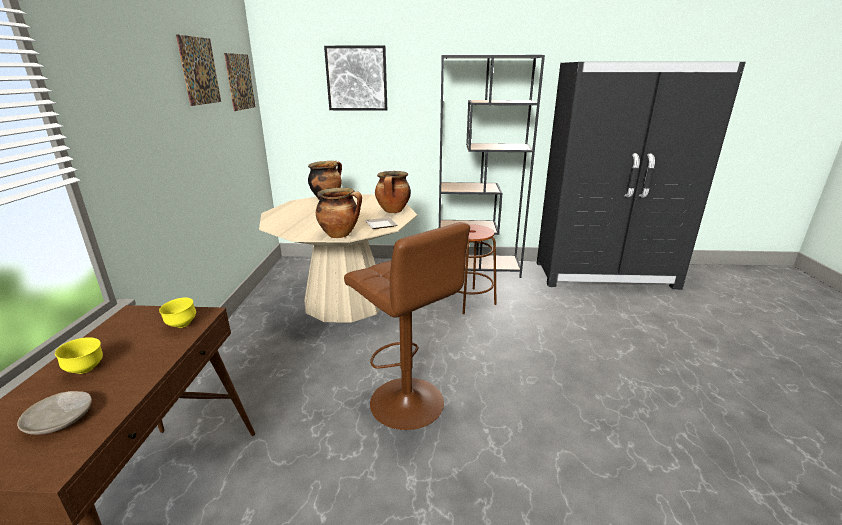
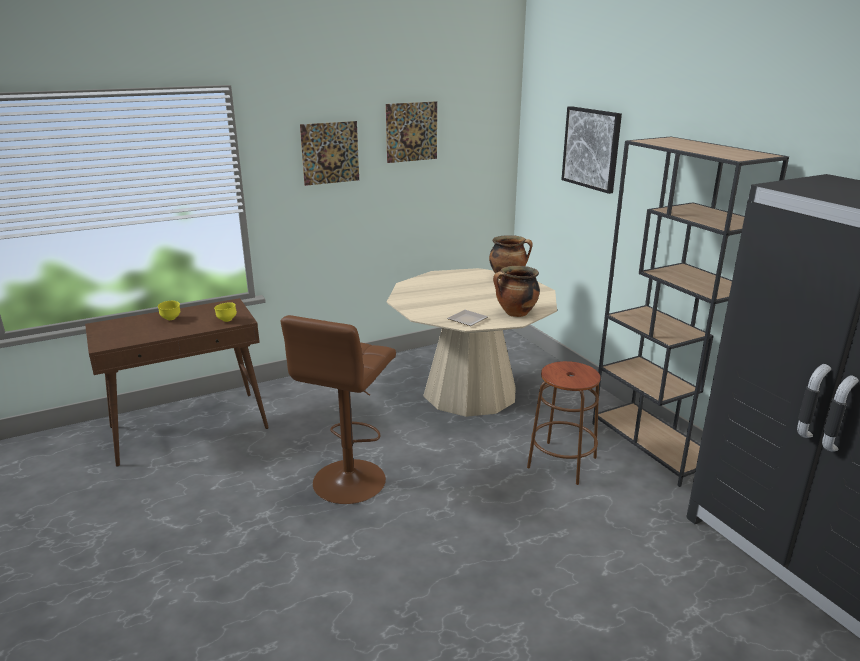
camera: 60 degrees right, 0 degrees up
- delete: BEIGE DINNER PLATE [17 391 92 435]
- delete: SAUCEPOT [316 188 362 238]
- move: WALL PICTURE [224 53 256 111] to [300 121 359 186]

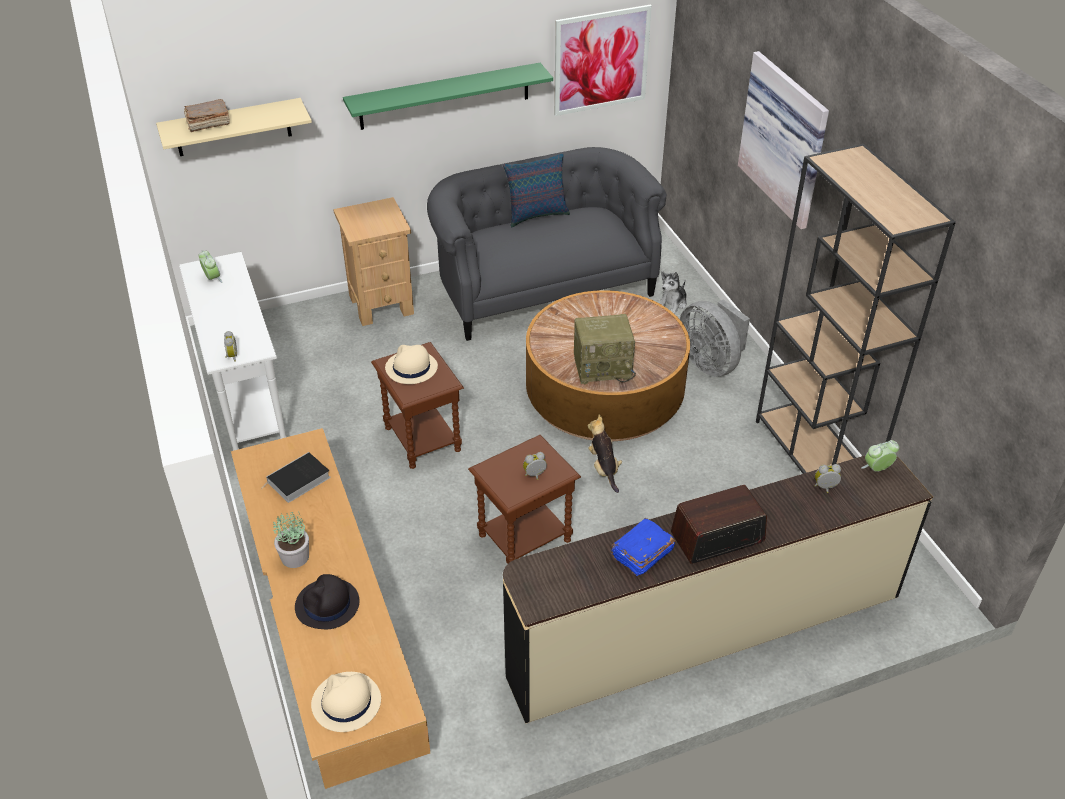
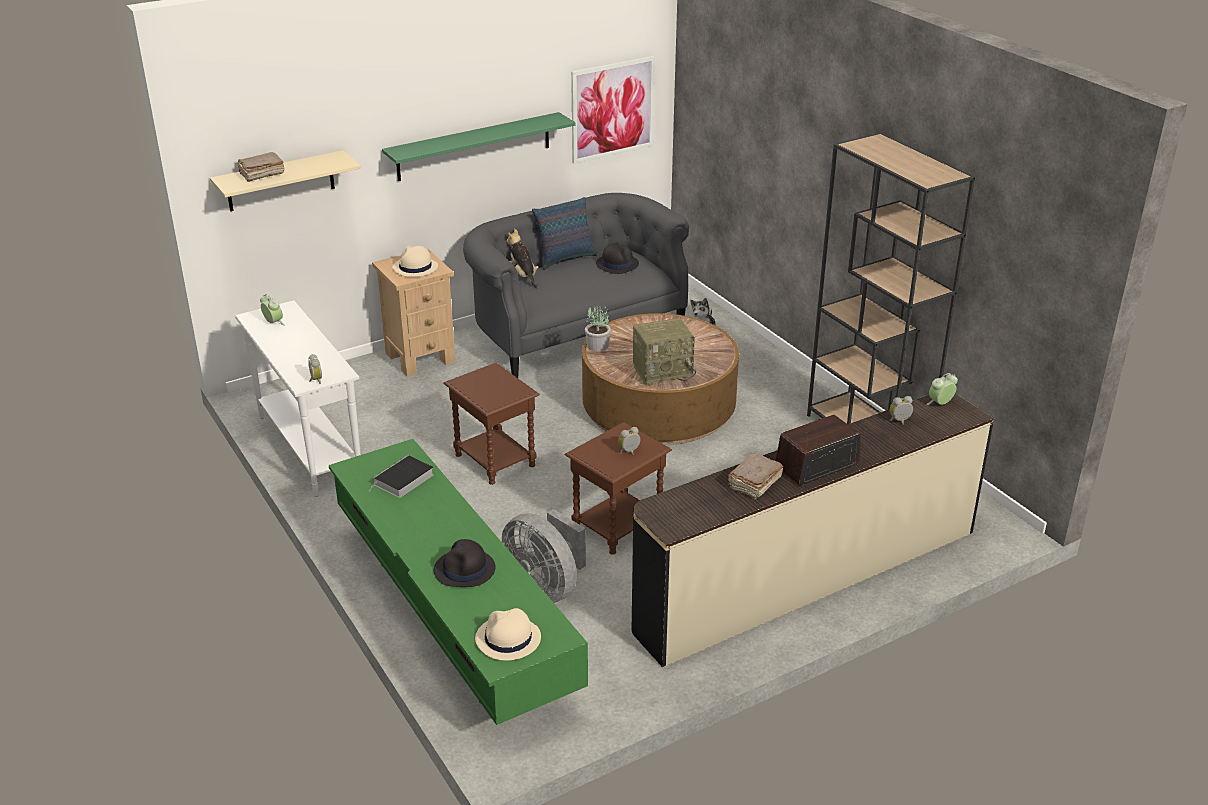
camera: 10 degrees left, 10 degrees down
- delete: WALL PICTURE [738 51 829 229]
- insert: BLACKISH HAT [596 243 639 274]
- move: POTTED PLANT [273 512 309 568] to [585 304 611 351]
- move: BEIGE HAT [385 345 438 384] to [392 246 438 277]
- move: PLUSH TOY [588 415 622 493] to [507 229 539 288]
- move: GRAY FAN [680 299 750 377] to [502 509 586 603]
- recolor: BROWNISH TV UNIT [231 428 430 789] to GREEN-COLOURED TV UNIT [329 439 588 725]
- recolor: BLUE BOOK [611 518 675 576] to BROWNISH BOOK [727 453 783 499]

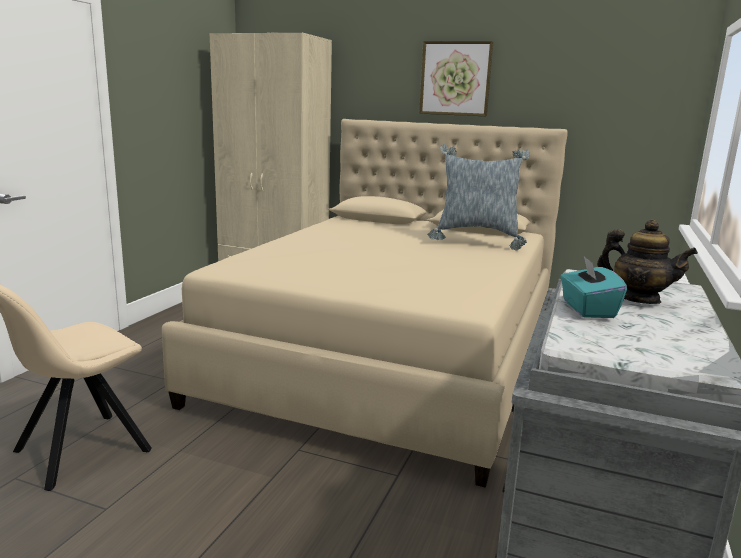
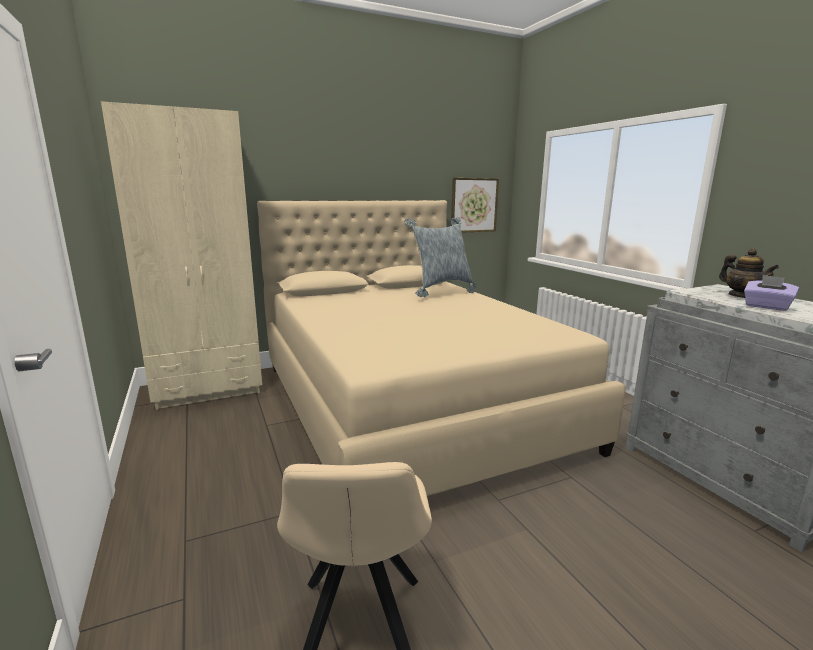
camera: 45 degrees left, 0 degrees up
- move: WALL PICTURE [419 41 493 116] to [451 178 499 233]
- recolor: BLUE-GREEN BOX OF TISSUES [560 256 627 318] to PURPLE BOX OF TISSUES [744 275 799 311]
- rotate: TEAPOT [597 219 698 304] = [719 248 779 298] 75 degrees clockwise

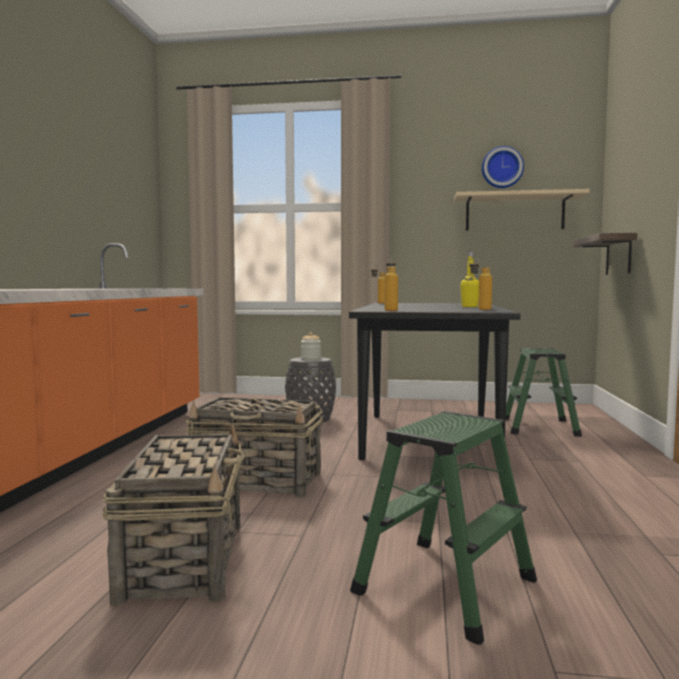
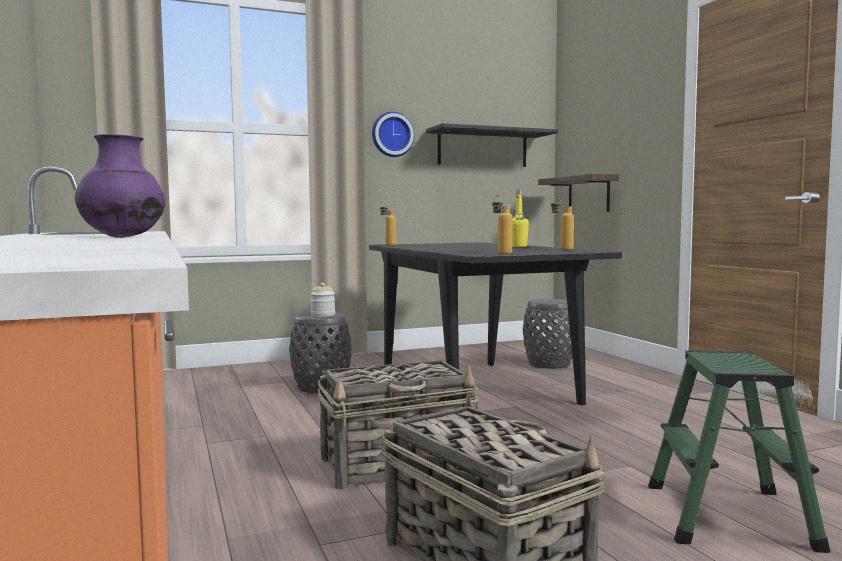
camera: 30 degrees left, 0 degrees up
- insert: PURPLE FLOWER VASE [75 134 166 238]
- move: CLOCK ON THE WALL [482 146 524 188] to [372 112 414 157]
- replace: GREEN-COLOURED STEP LADDER [506 348 582 437] to GRAY SITTING STOOL [523 299 572 369]
- recolor: BEIGE SHELF [454 189 590 231] to BLACKISH SHELF [426 123 558 167]

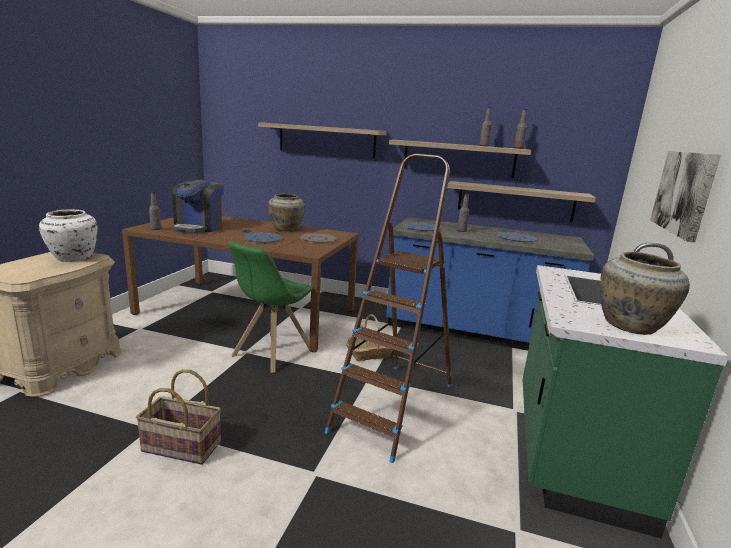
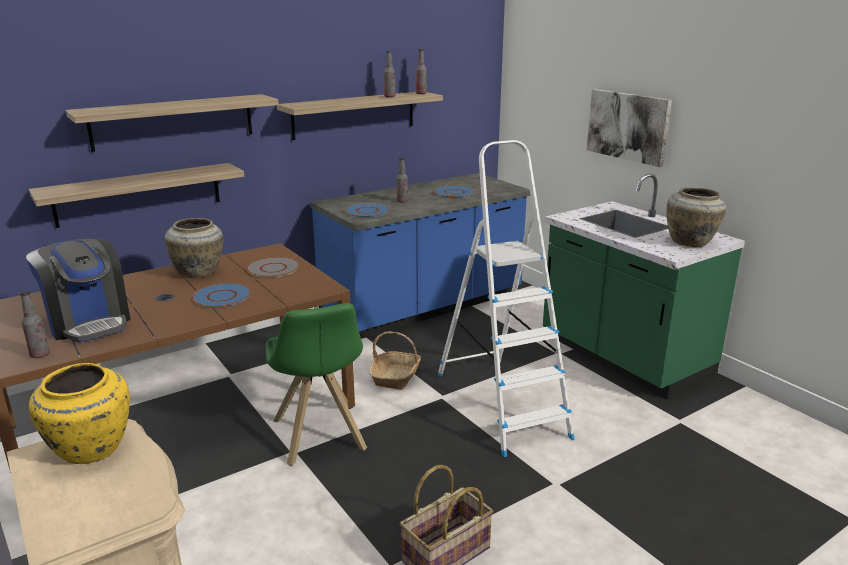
camera: 50 degrees left, 5 degrees up
- move: SHELF [447 181 596 222] to [29 163 244 228]
- recolor: WHITE FLOWER VASE [39 209 98 262] to YELLOWISH FLOWER VASE [29 363 130 464]
- recolor: BROWNISH STEP LADDER [325 154 452 463] to WHITE STEP LADDER [438 140 575 457]

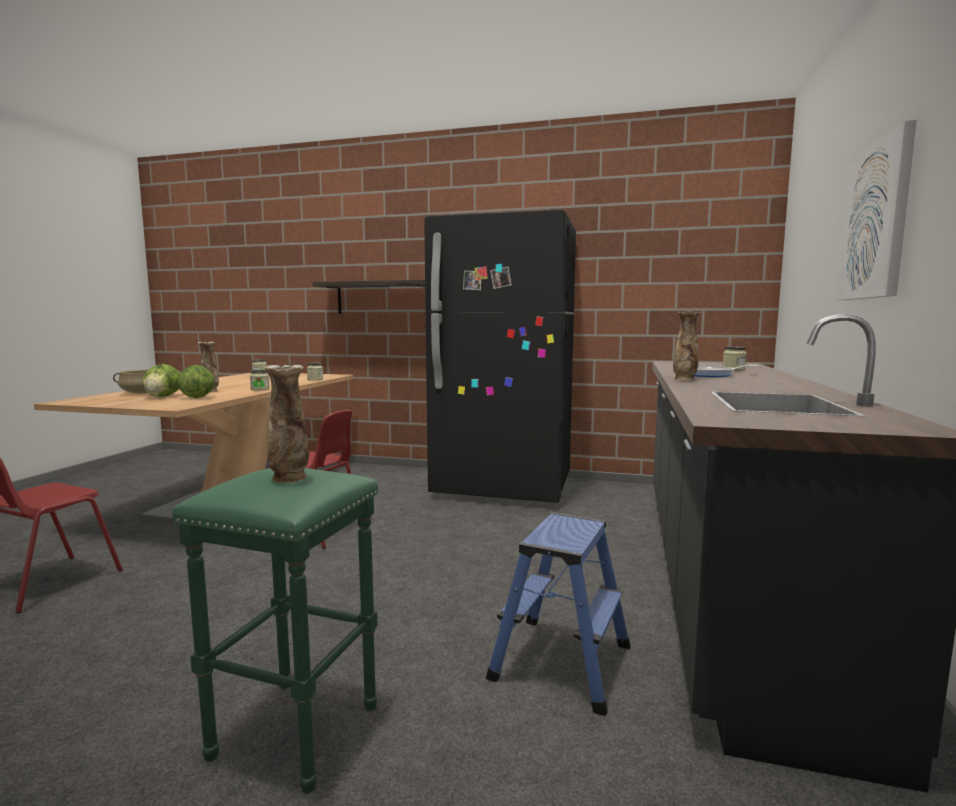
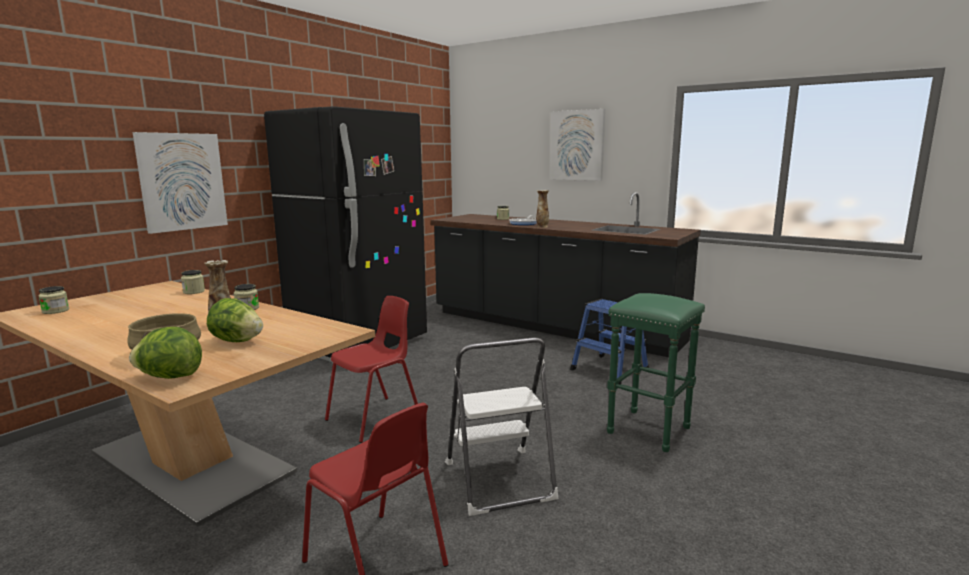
camera: 70 degrees left, 5 degrees up
- delete: FLOWER VASE [264 365 309 483]
- insert: WHITE STEP LADDER [445 338 558 516]
- move: LETTUCE HEAD [178 365 215 398] to [129 327 202 379]
- replace: SHELF [313 280 425 314] to WALL PICTURE [133 132 228 234]

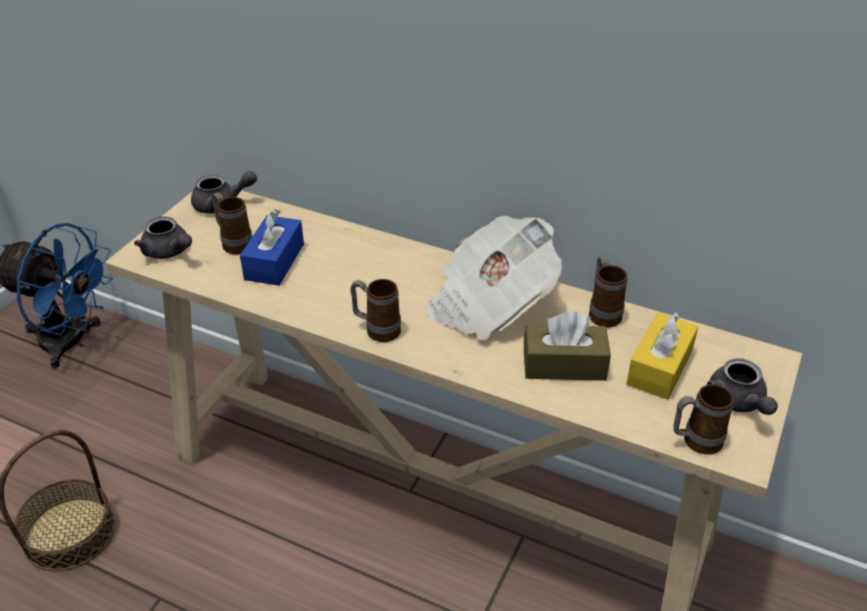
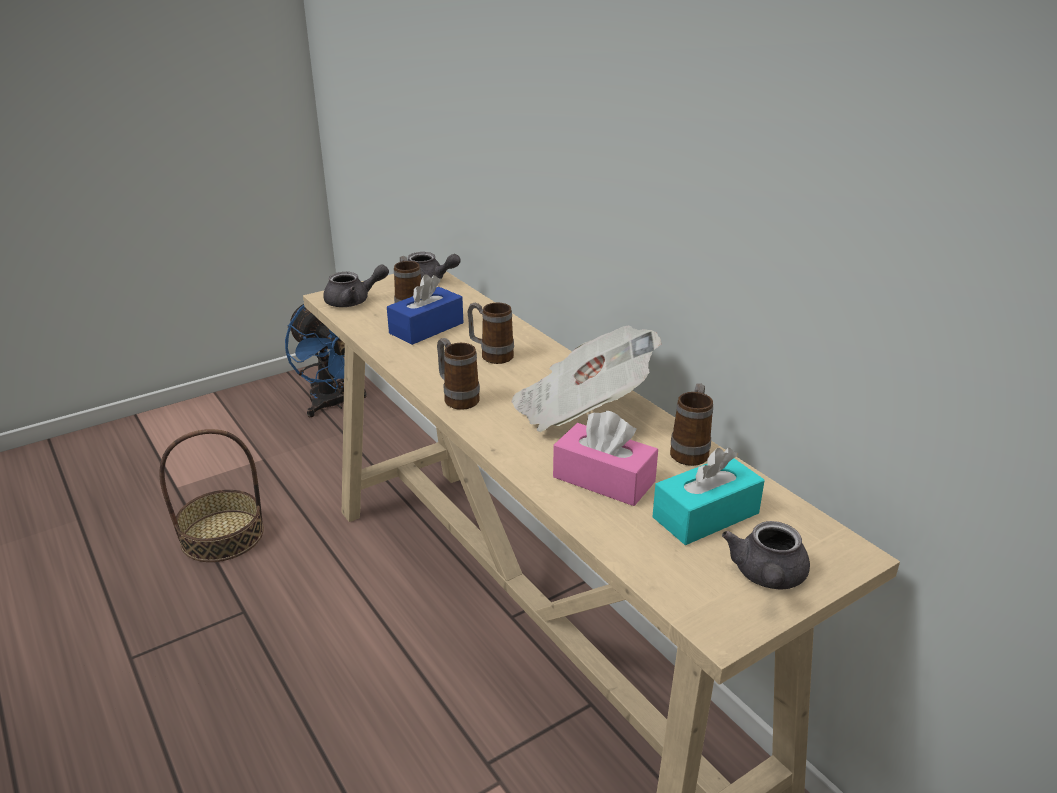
camera: 30 degrees right, 10 degrees down
- move: COFFEE MUG [673 384 734 454] to [467 303 514 364]
- recolor: BROWNISH BOX OF TISSUES [524 311 611 381] to PINKISH BOX OF TISSUES [553 411 658 506]
- recolor: YELLOWISH BOX OF TISSUES [626 312 699 400] to BLUE-GREEN BOX OF TISSUES [652 448 765 545]
- rotate: GRAY TEAPOT [134 216 192 259] = [323 264 389 307] 90 degrees counterclockwise

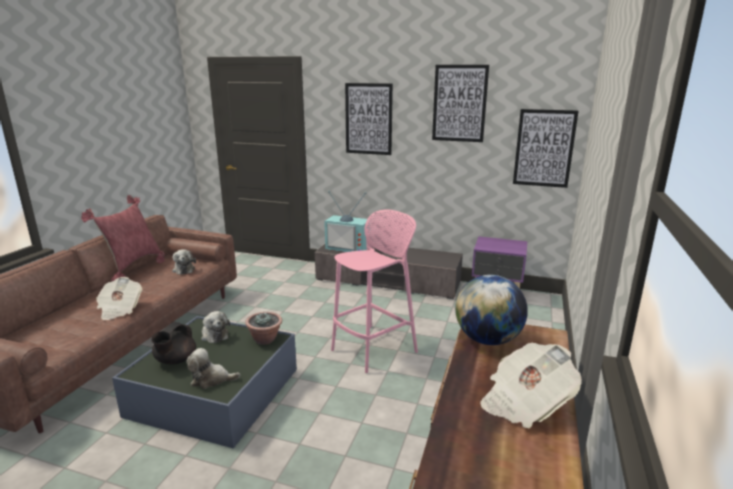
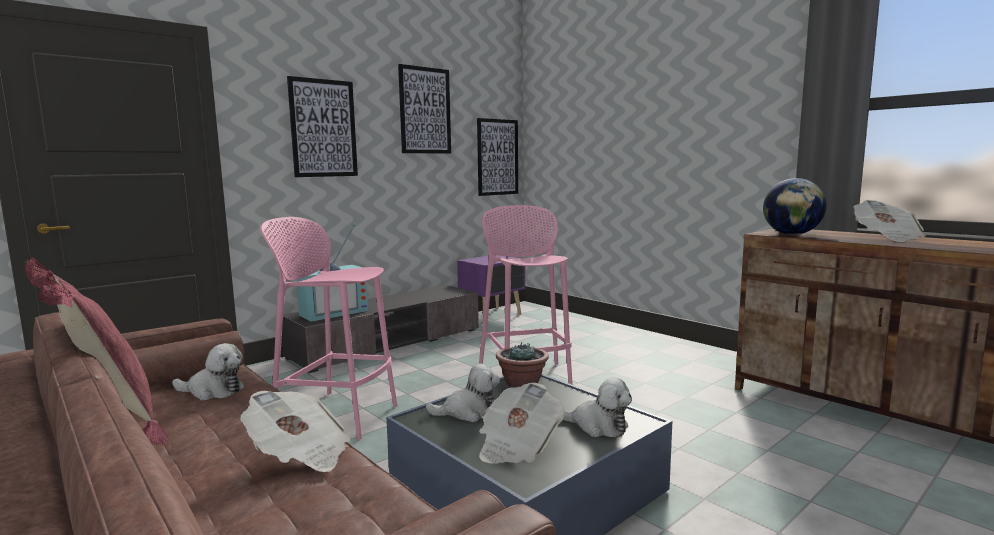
camera: 60 degrees left, 10 degrees down
- insert: PINKISH SITTING STOOL [260 217 398 440]
- replace: BLACKISH TEAPOT [151 322 196 365] to PRINTED PAPER [479 383 564 464]
- rotate: PLUSH TOY [186 348 240 389] = [563 377 632 437] 90 degrees counterclockwise

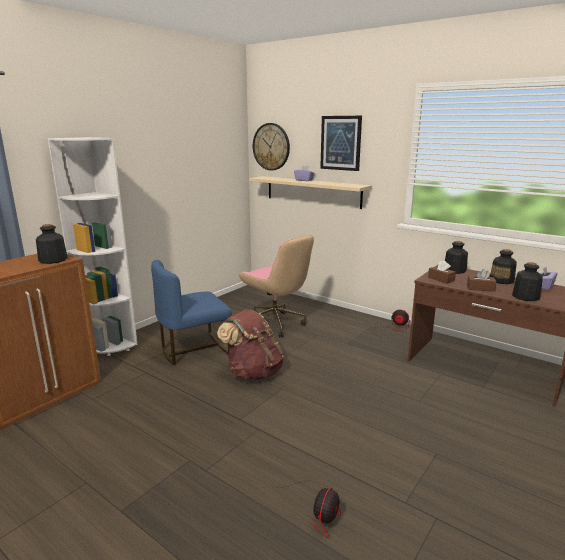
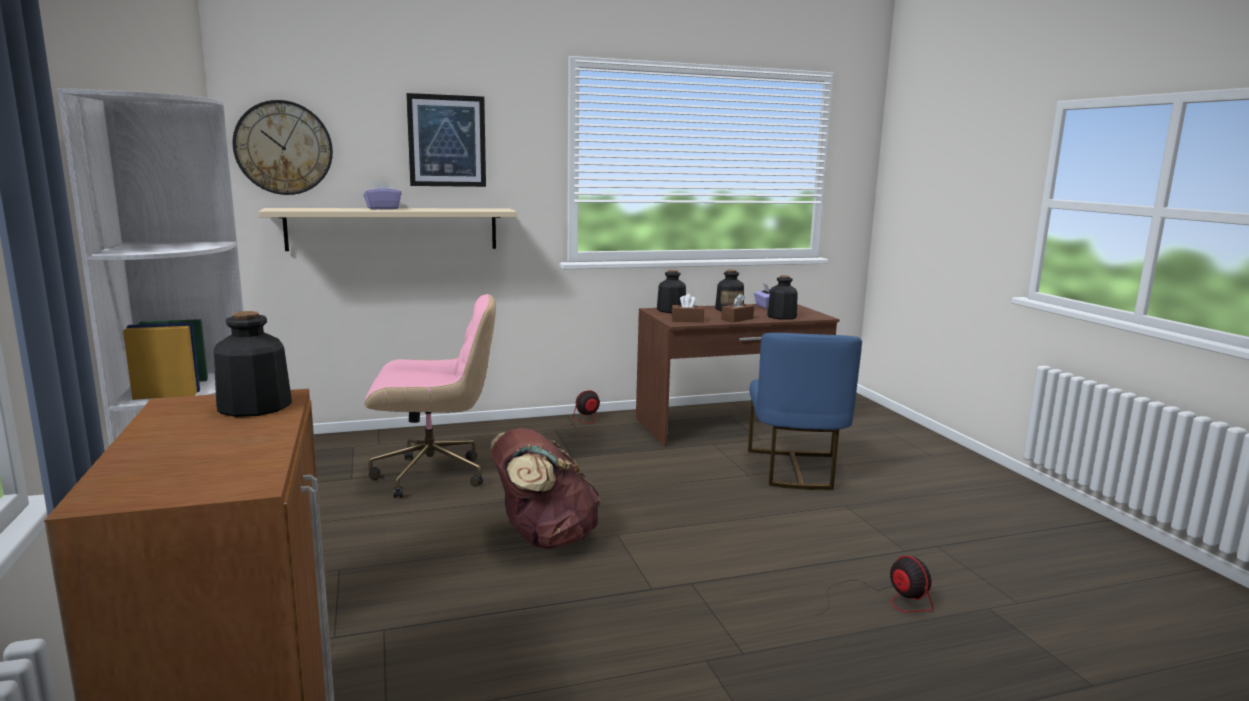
camera: 55 degrees left, 5 degrees down
- move: BLUE CHAIR [151 260 232 365] to [748 333 862 490]

